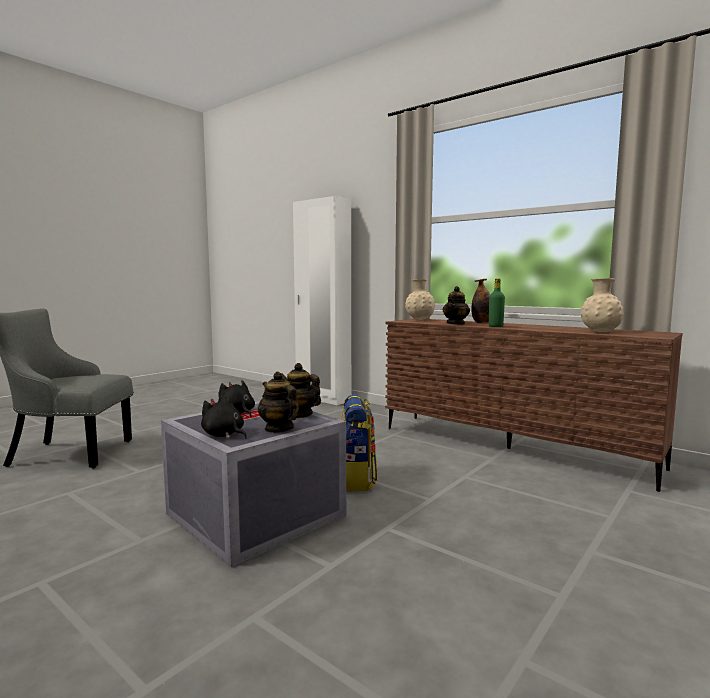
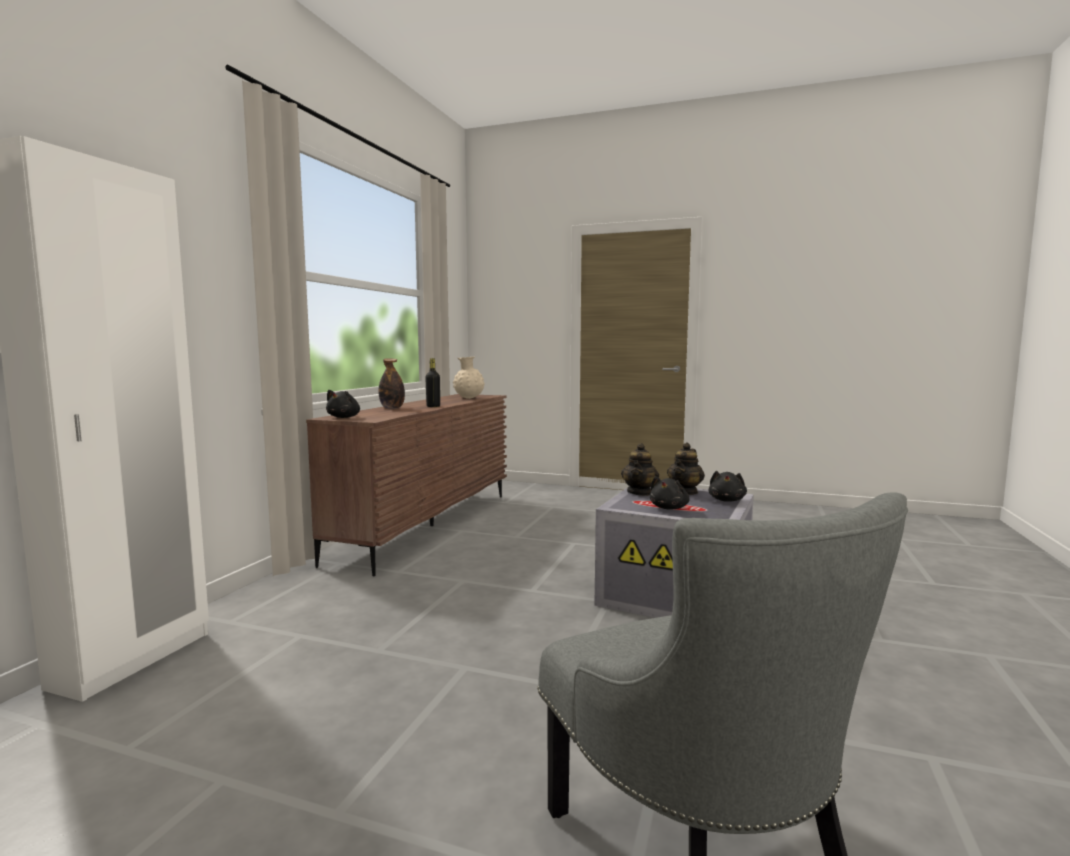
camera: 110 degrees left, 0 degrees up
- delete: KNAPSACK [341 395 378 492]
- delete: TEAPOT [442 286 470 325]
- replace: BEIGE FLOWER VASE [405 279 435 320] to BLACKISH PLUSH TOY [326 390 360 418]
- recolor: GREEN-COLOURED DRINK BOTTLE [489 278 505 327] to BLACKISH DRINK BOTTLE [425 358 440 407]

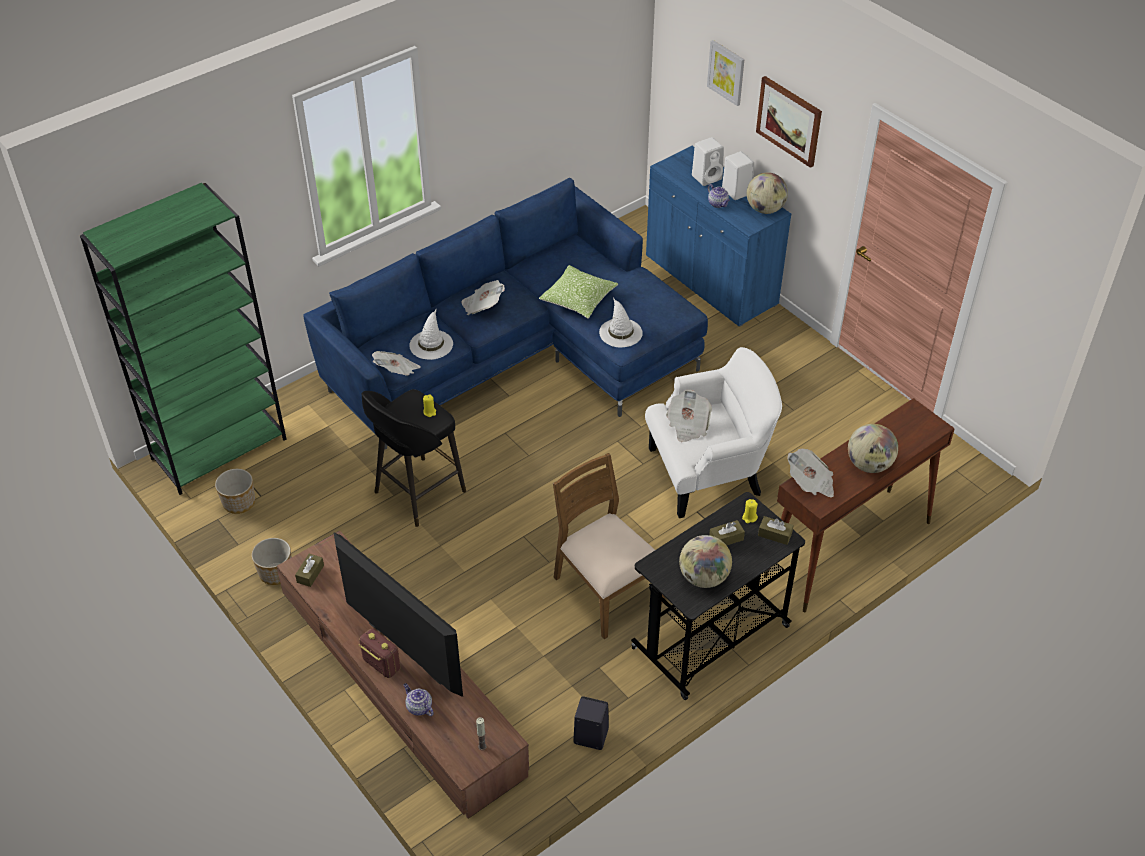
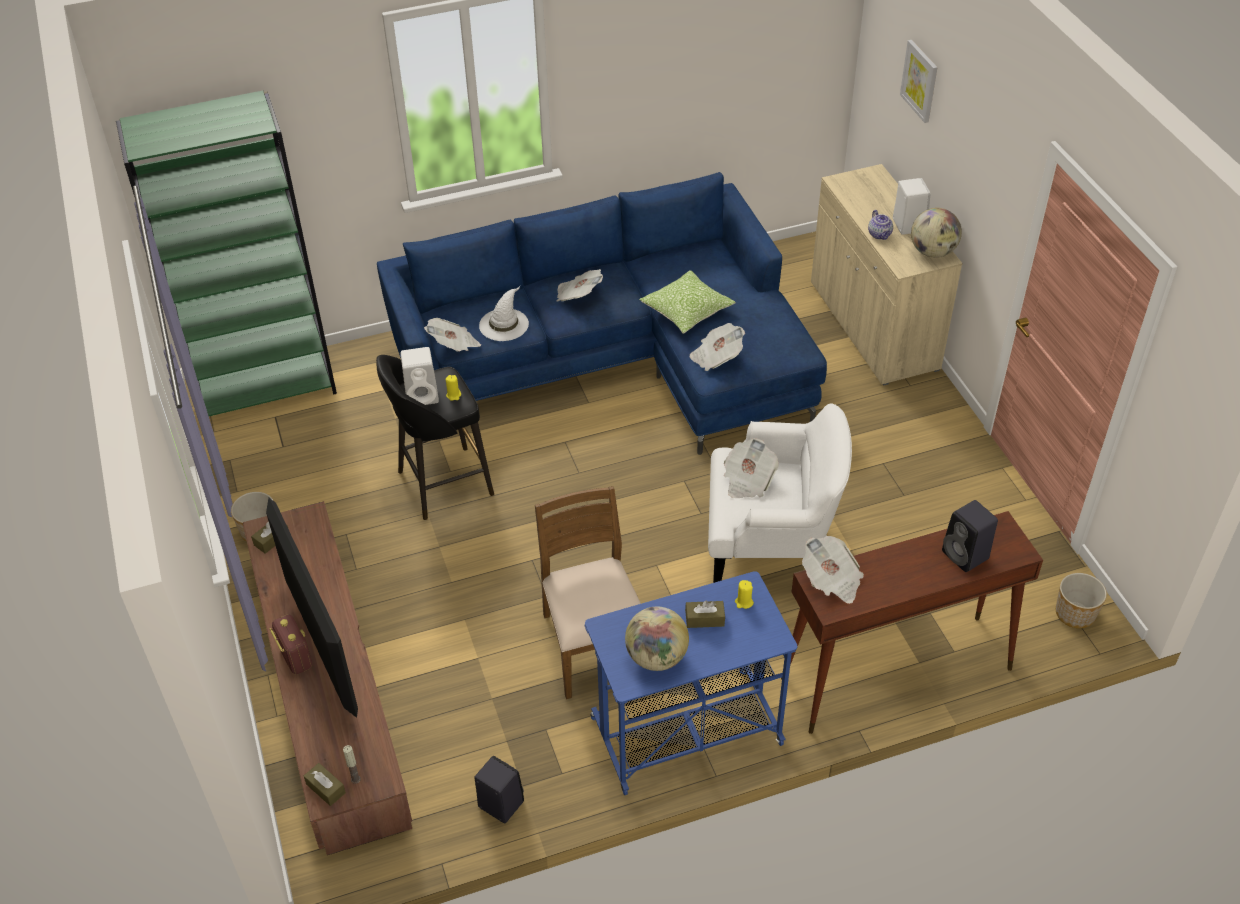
camera: 20 degrees right, 0 degrees up
- delete: TEAPOT [403 683 434 716]
- delete: WALL PICTURE [756 76 822 168]
- delete: DESK GLOBE [848 424 898 473]
- insert: BLACKISH SPEAKER [942 500 998 572]
- move: FLOWER POT [215 469 255 514] to [1056 573 1107 628]
- move: WHITE SPEAKER [692 137 724 186] to [401 347 439 405]
- move: BROWNISH BOX OF TISSUES [758 516 794 545] to [304 763 346 806]
- replace: WHITE HAT [599 297 643 348] to PRINTED PAPER [690 323 745 371]
- recolor: BLACKISH DESK [631 492 805 700] to BLUE DESK [584 571 797 795]
- recolor: BLUE STORAGE CABINET [646 146 791 327] to BEIGE STORAGE CABINET [811 164 963 385]

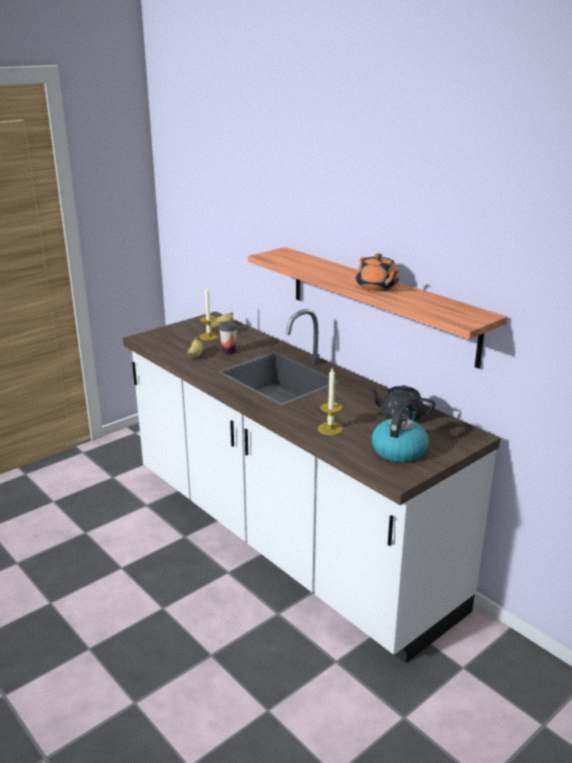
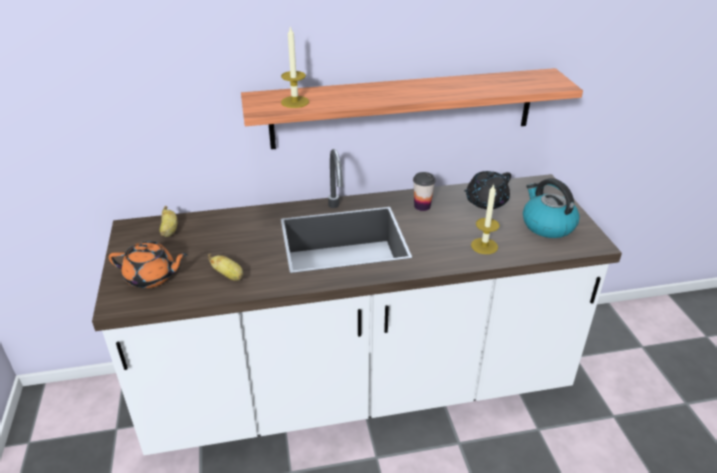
camera: 60 degrees left, 10 degrees up
- move: WAX CANDLE [199 287 219 341] to [281 26 309 108]
- move: CUP [219 322 237 355] to [413 172 436 211]
- move: ORANGE-COLOURED TEAPOT [355 254 399 291] to [108 241 188 288]

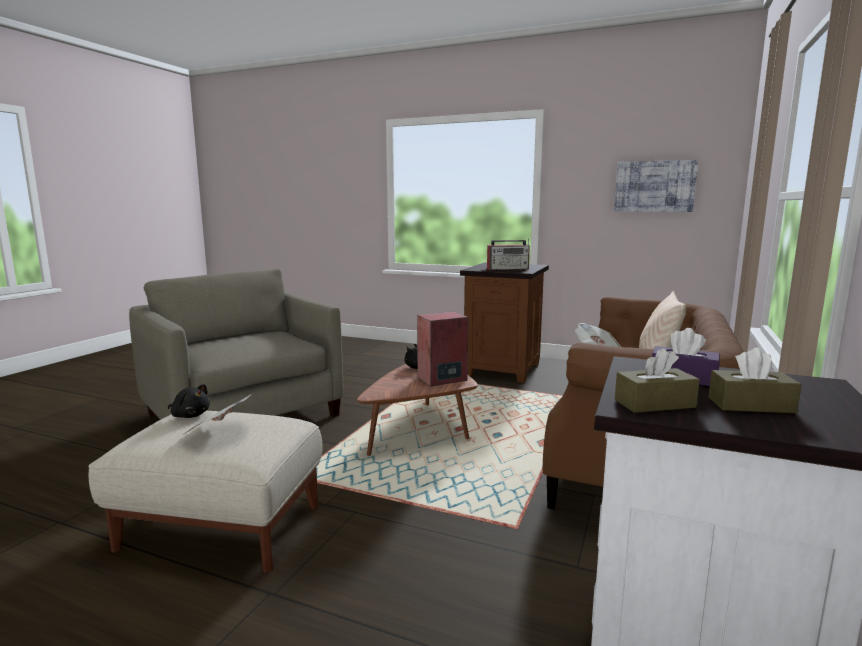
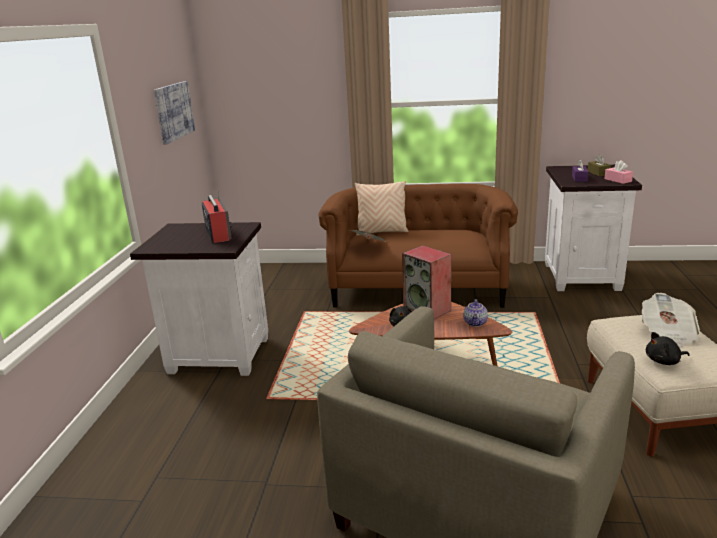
camera: 105 degrees left, 10 degrees up
- insert: TEAPOT [463 299 488 327]
- recolor: BROWNISH STORAGE CABINET [460 262 549 383] to WHITE STORAGE CABINET [130 222 268 376]
- recolor: BROWNISH BOX OF TISSUES [615 348 700 413] to PINKISH BOX OF TISSUES [604 160 633 184]
- rotate: BLACKISH PLUSH TOY [168 384 210 418] = [646 332 690 365] 105 degrees counterclockwise

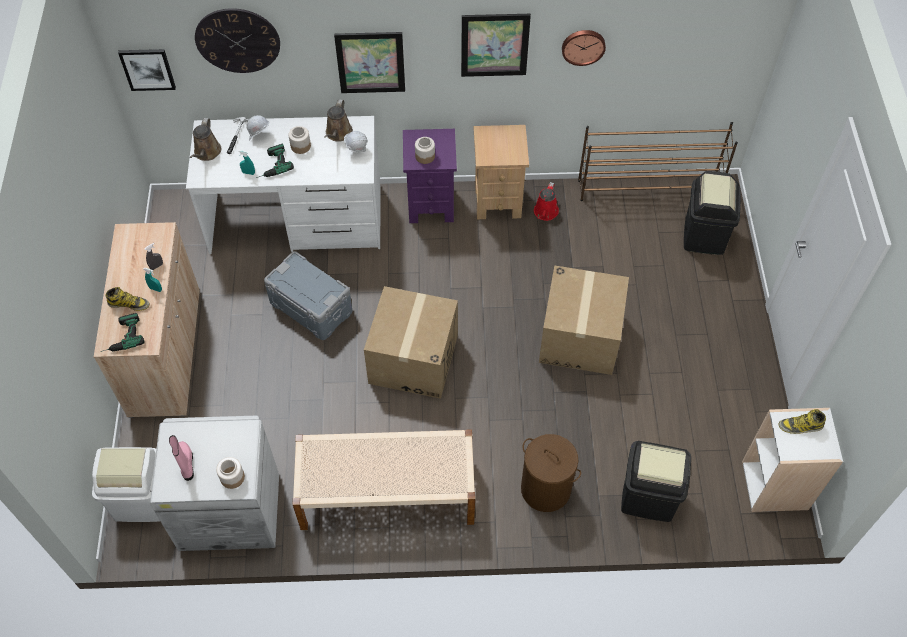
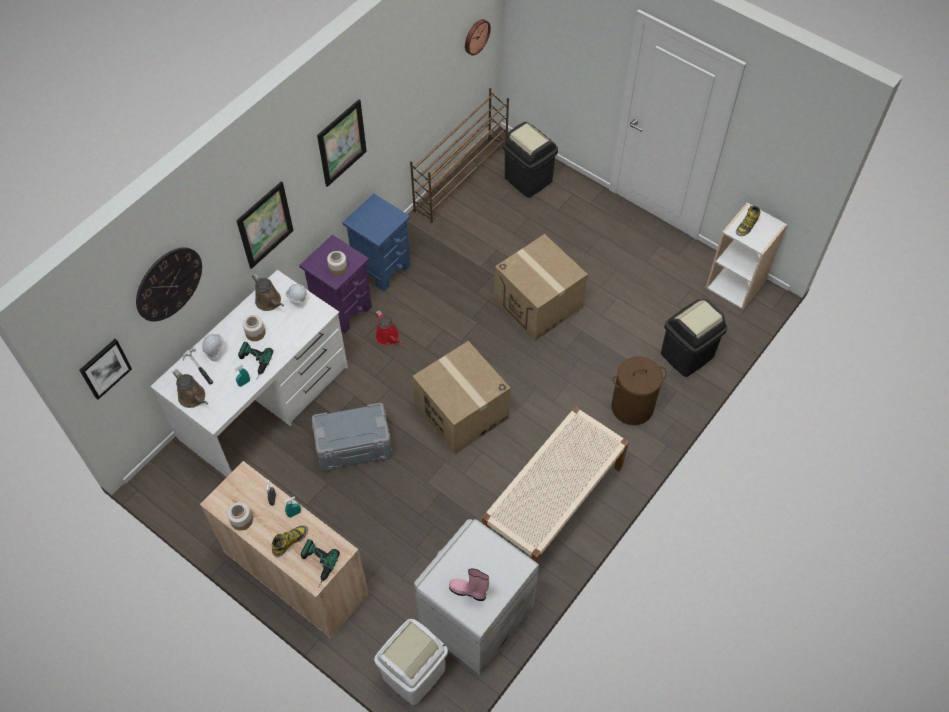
camera: 50 degrees left, 0 degrees up
- move: JAR [216 457 245 489] to [227 502 253 531]
- move: RED-COLOURED WATERING CAN [534 182 559 221] to [375 311 403 346]
- move: CLOCK ON THE WALL [562 30 606 66] to [465 19 491 56]
- recolor: BEIGE BEDSIDE TABLE [474 125 529 219] to BLUE BEDSIDE TABLE [342 193 410 292]

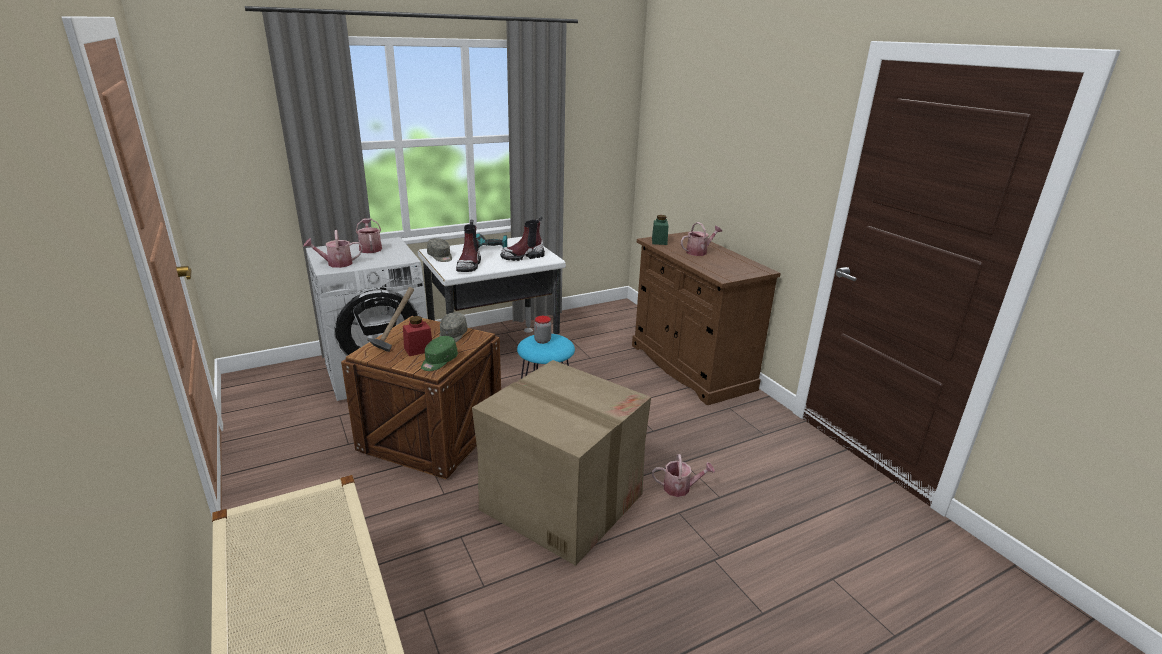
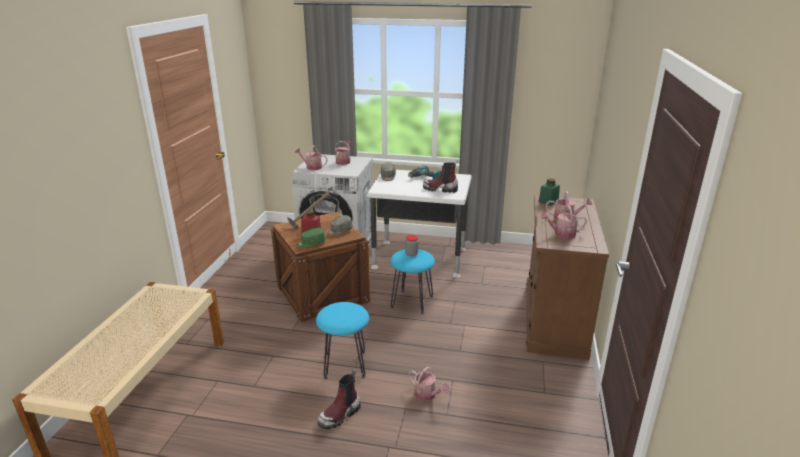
camera: 40 degrees right, 0 degrees up
- insert: WATERING CAN [540 206 587 239]
- move: HIGH-TOP BOOT [456 220 481 272] to [317 370 361 429]
- replace: CARDBOARD BOX [472 360 651 566] to BLUE-GREEN SITTING STOOL [316 302 369 379]

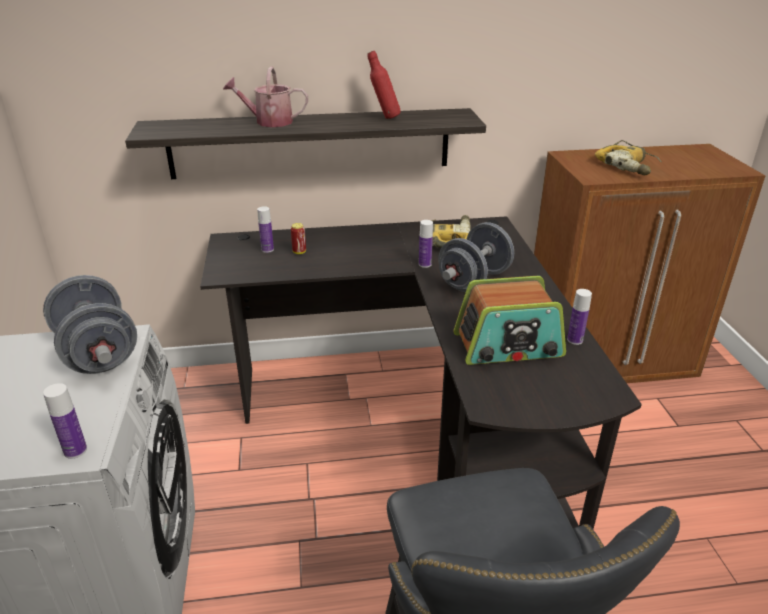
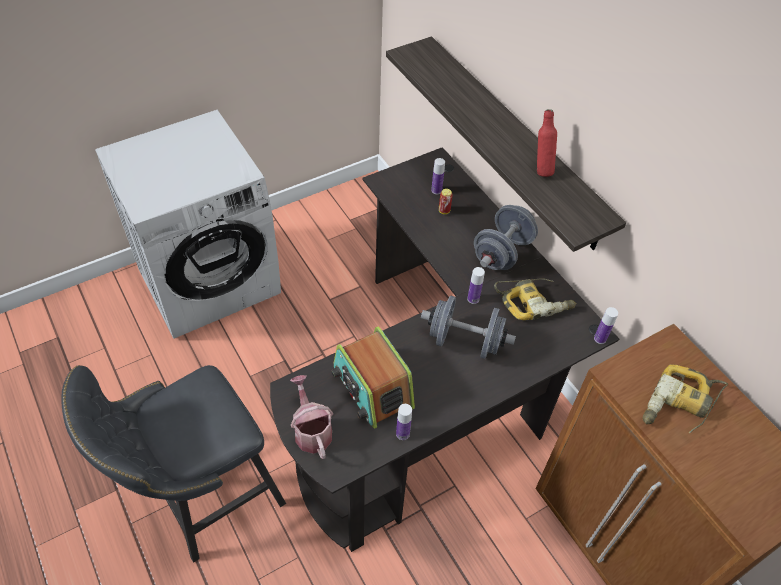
camera: 65 degrees right, 20 degrees up
- move: GRAY HAND WEIGHT [43 275 137 374] to [474 205 538 270]
- move: DRINK BOTTLE [43 383 87 459] to [594 307 618 344]
- move: WATERING CAN [223 67 308 127] to [290 375 333 459]

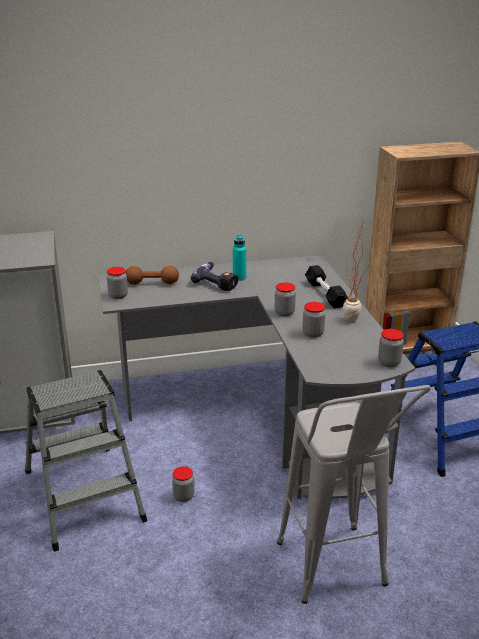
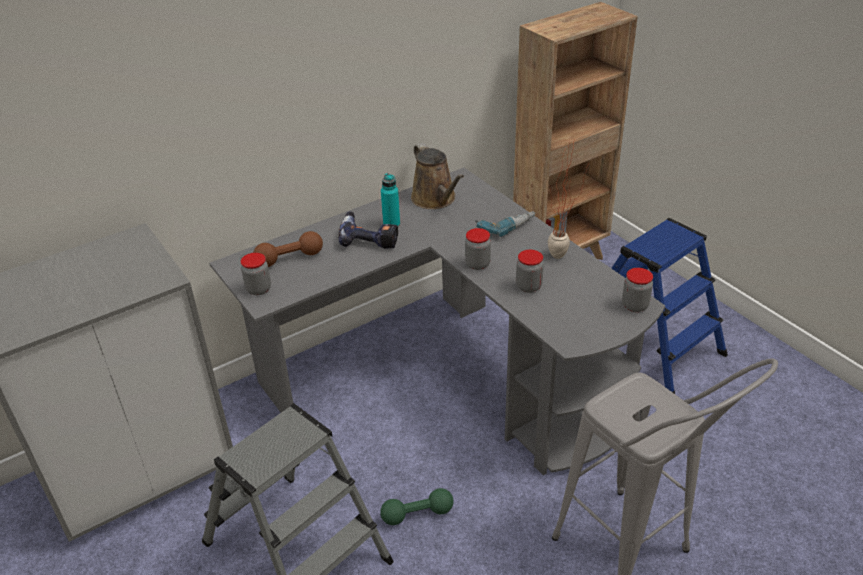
camera: 20 degrees left, 10 degrees up
- insert: BROWNISH WATERING CAN [411 143 464 209]
- replace: JAR [172 467 194 502] to GREEN-COLOURED HAND WEIGHT [380 488 454 525]
- replace: BLACKISH HAND WEIGHT [305 265 348 308] to DRILL [475 211 535 237]

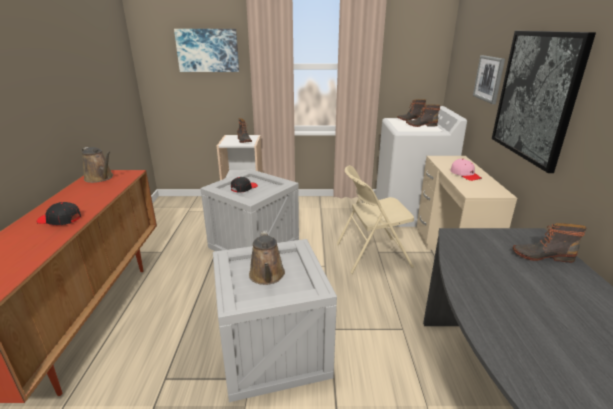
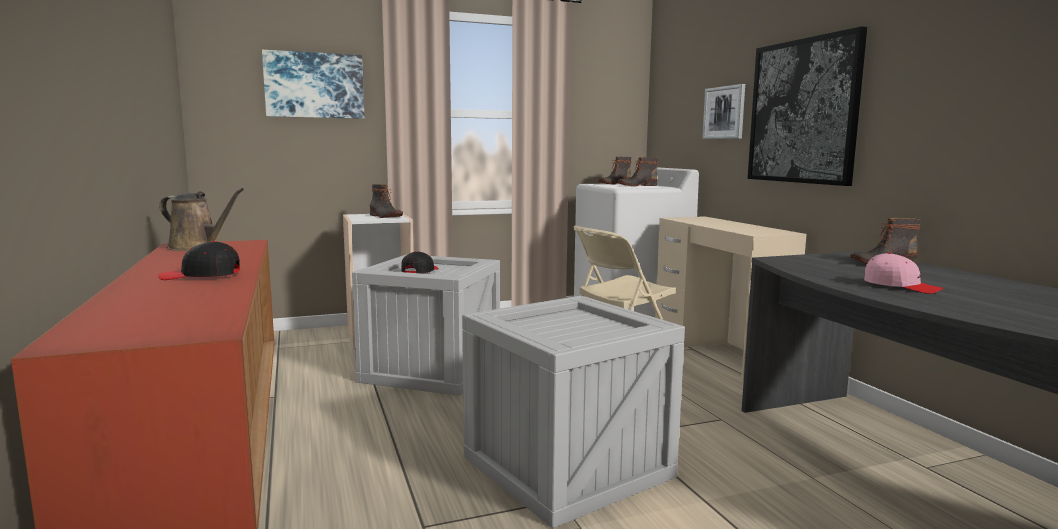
camera: 20 degrees left, 15 degrees down
- delete: BROWNISH WATERING CAN [249 230 285 285]
- move: PINKISH BASEBALL CAP [451 159 482 181] to [864 253 944 294]

